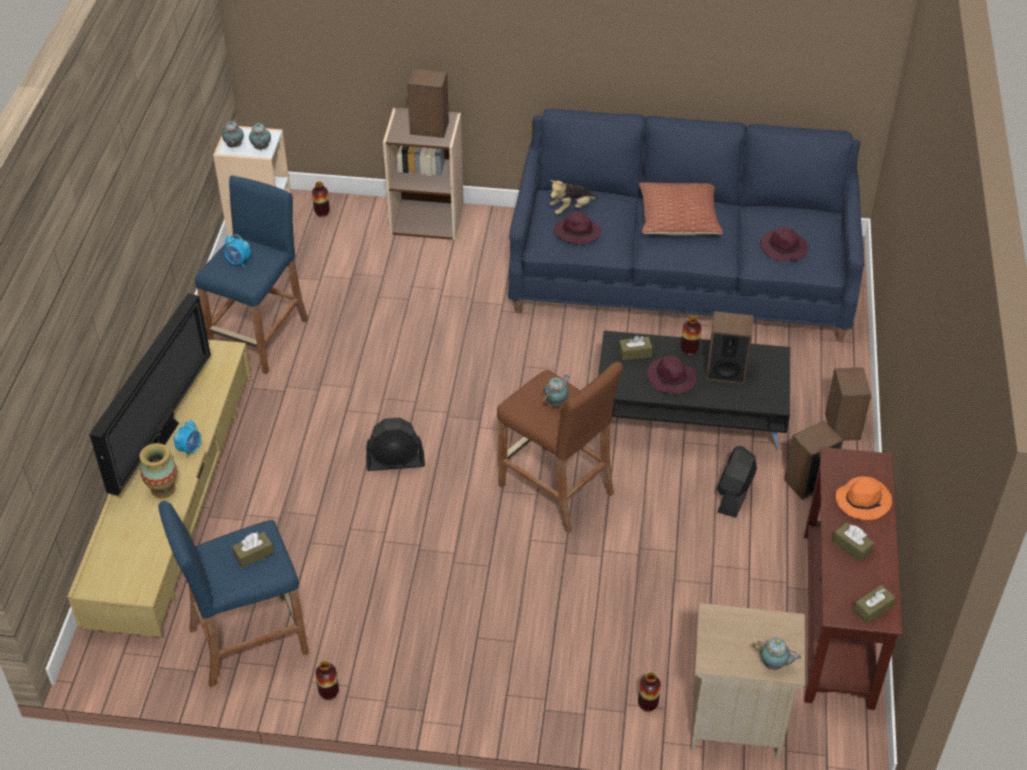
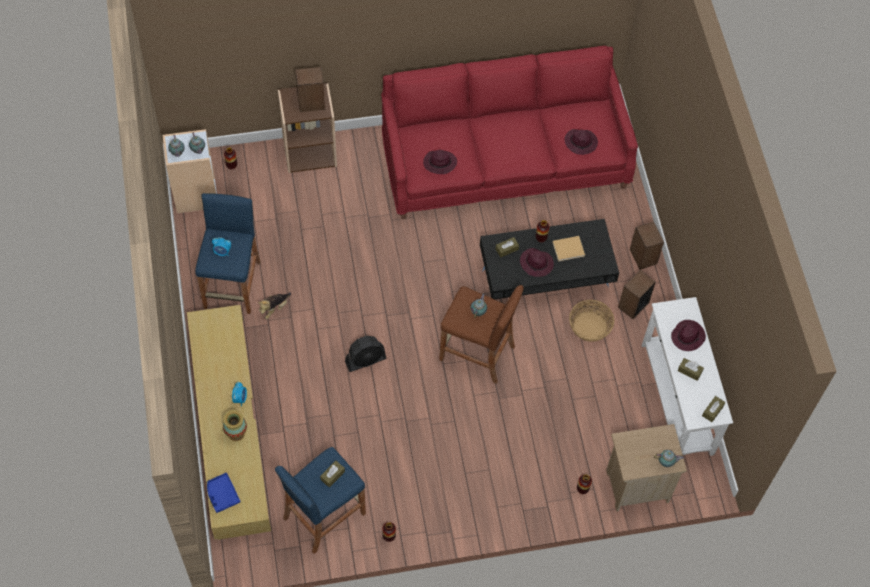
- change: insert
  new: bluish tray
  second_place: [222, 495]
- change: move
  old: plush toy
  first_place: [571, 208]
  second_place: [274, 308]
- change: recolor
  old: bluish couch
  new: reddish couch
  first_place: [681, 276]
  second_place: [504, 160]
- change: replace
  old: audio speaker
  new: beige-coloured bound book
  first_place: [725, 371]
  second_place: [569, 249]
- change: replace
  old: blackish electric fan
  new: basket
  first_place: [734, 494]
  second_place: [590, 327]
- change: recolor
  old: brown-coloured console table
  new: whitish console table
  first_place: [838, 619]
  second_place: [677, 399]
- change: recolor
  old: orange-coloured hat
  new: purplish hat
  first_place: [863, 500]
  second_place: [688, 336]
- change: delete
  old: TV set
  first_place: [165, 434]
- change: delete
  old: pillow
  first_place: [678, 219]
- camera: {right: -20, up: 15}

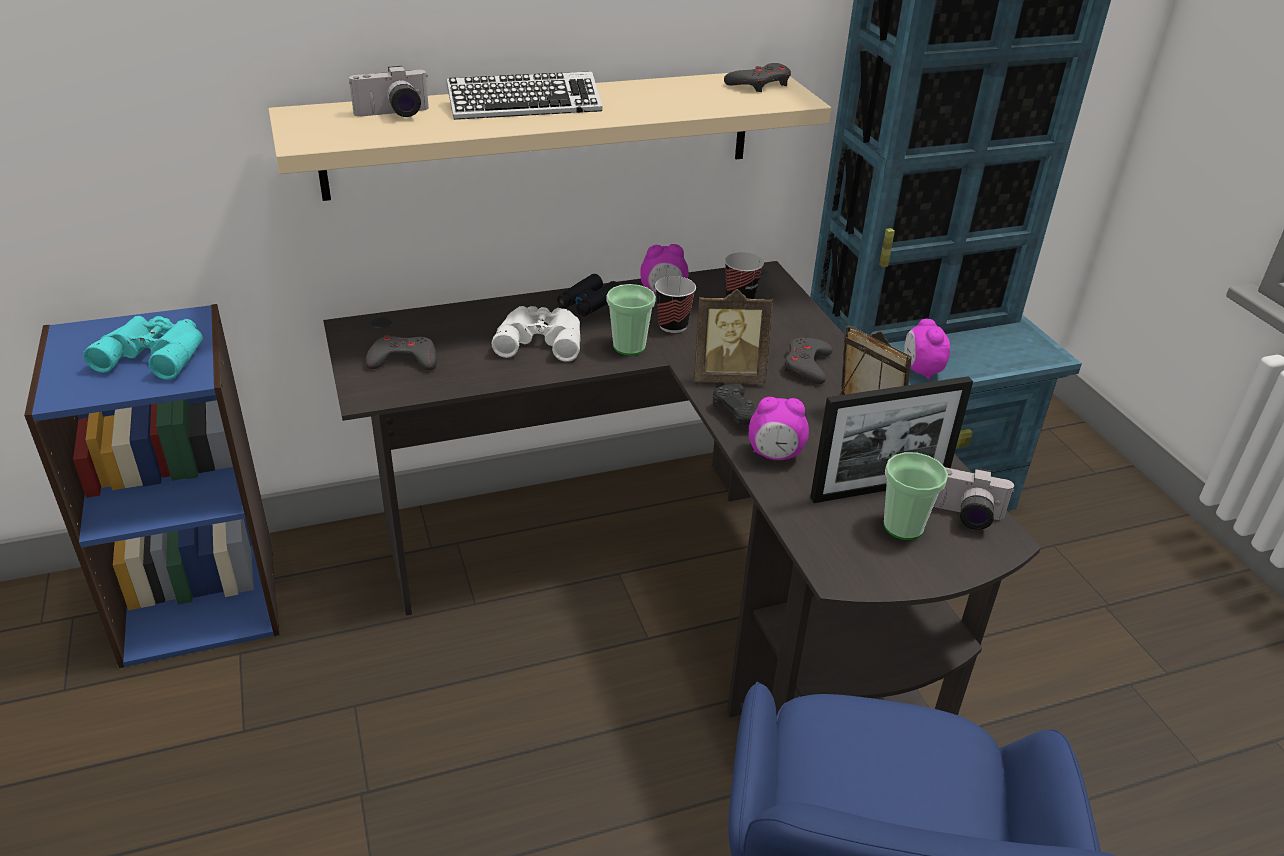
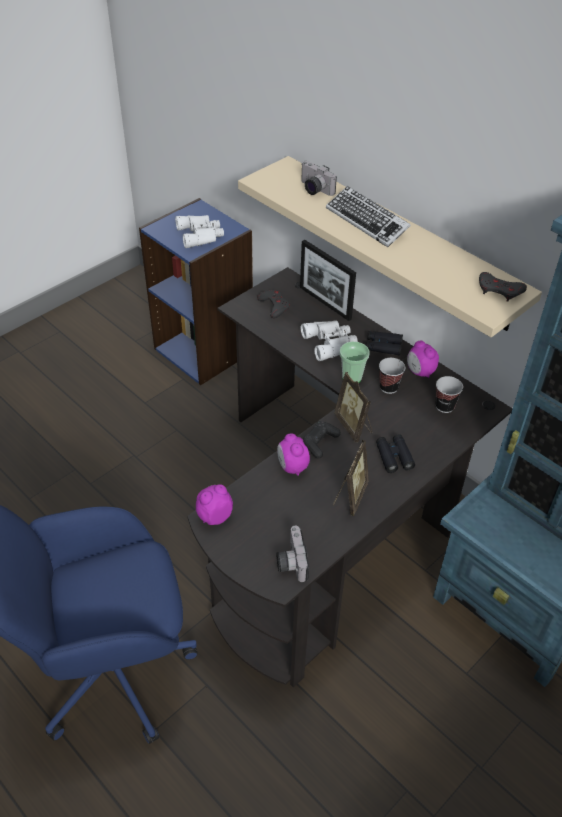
- change: recolor
  old: turquoise-coloured binoculars
  new: whitish binoculars
  first_place: [155, 353]
  second_place: [201, 234]
- change: move
  old: bedside clock
  first_place: [921, 371]
  second_place: [214, 516]
- change: move
  old: picture frame
  first_place: [879, 488]
  second_place: [325, 303]
- change: replace
  old: greyish joypad
  new: blackish binoculars
  first_place: [807, 365]
  second_place: [394, 457]
- change: delete
  old: cup
  first_place: [903, 527]
- camera: {right: 65, up: 10}

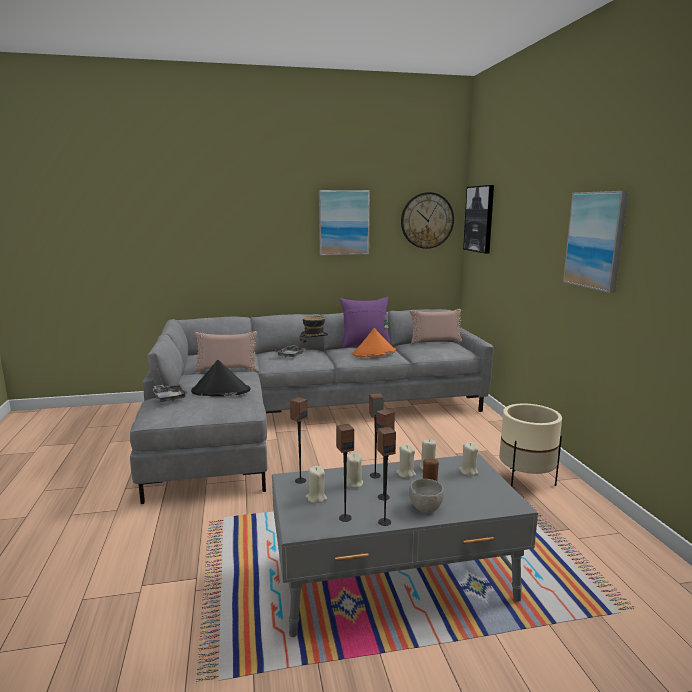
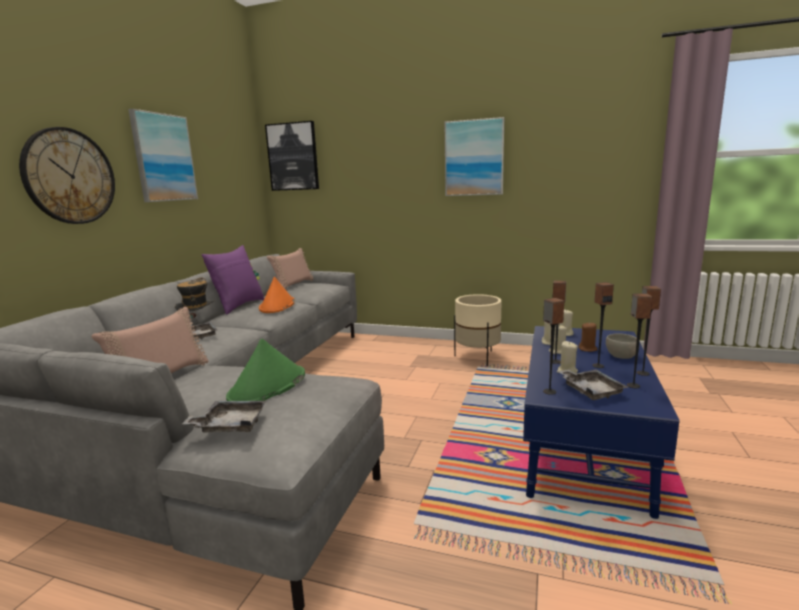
- change: move
  old: hanging clock
  first_place: [427, 220]
  second_place: [69, 176]
- change: recolor
  old: blackish hat
  new: greenish hat
  first_place: [220, 391]
  second_place: [267, 386]
- change: recolor
  old: greyish low table
  new: bluish low table
  first_place: [395, 579]
  second_place: [582, 443]
- change: replace
  old: beige-coloured candle
  new: greyish tray
  first_place: [316, 498]
  second_place: [591, 391]
- camera: {right: -60, up: 0}

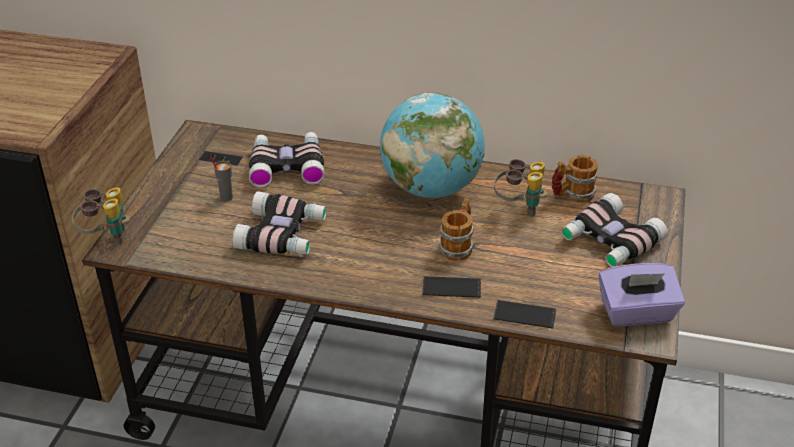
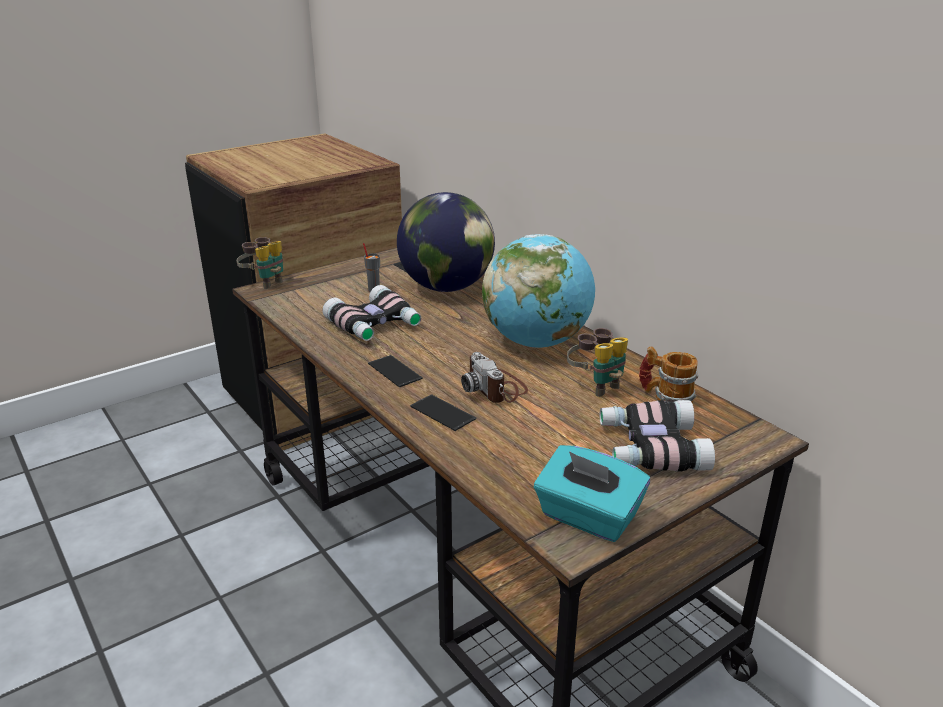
- change: move
  old: telephone
  first_place: [524, 314]
  second_place: [395, 371]
- change: replace
  old: binoculars
  new: world globe
  first_place: [287, 165]
  second_place: [446, 287]
- change: replace
  old: tea mug
  new: still camera
  first_place: [458, 246]
  second_place: [496, 388]
- change: recolor
  old: purplish box of tissues
  new: turquoise-coloured box of tissues
  first_place: [637, 313]
  second_place: [587, 517]
- camera: {right: 40, up: -10}

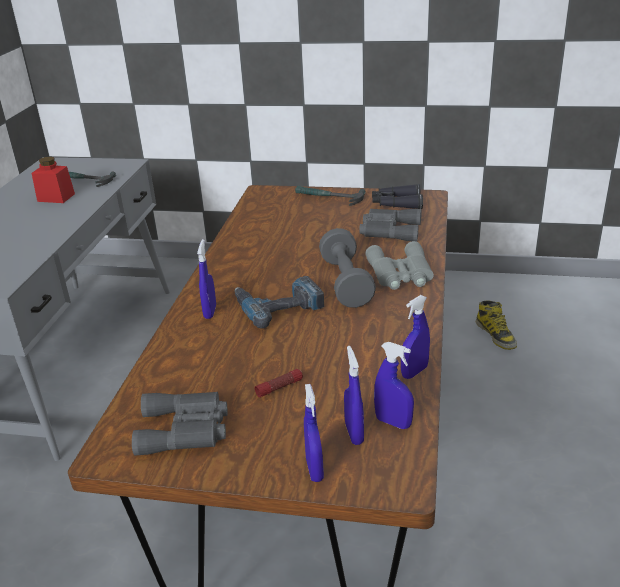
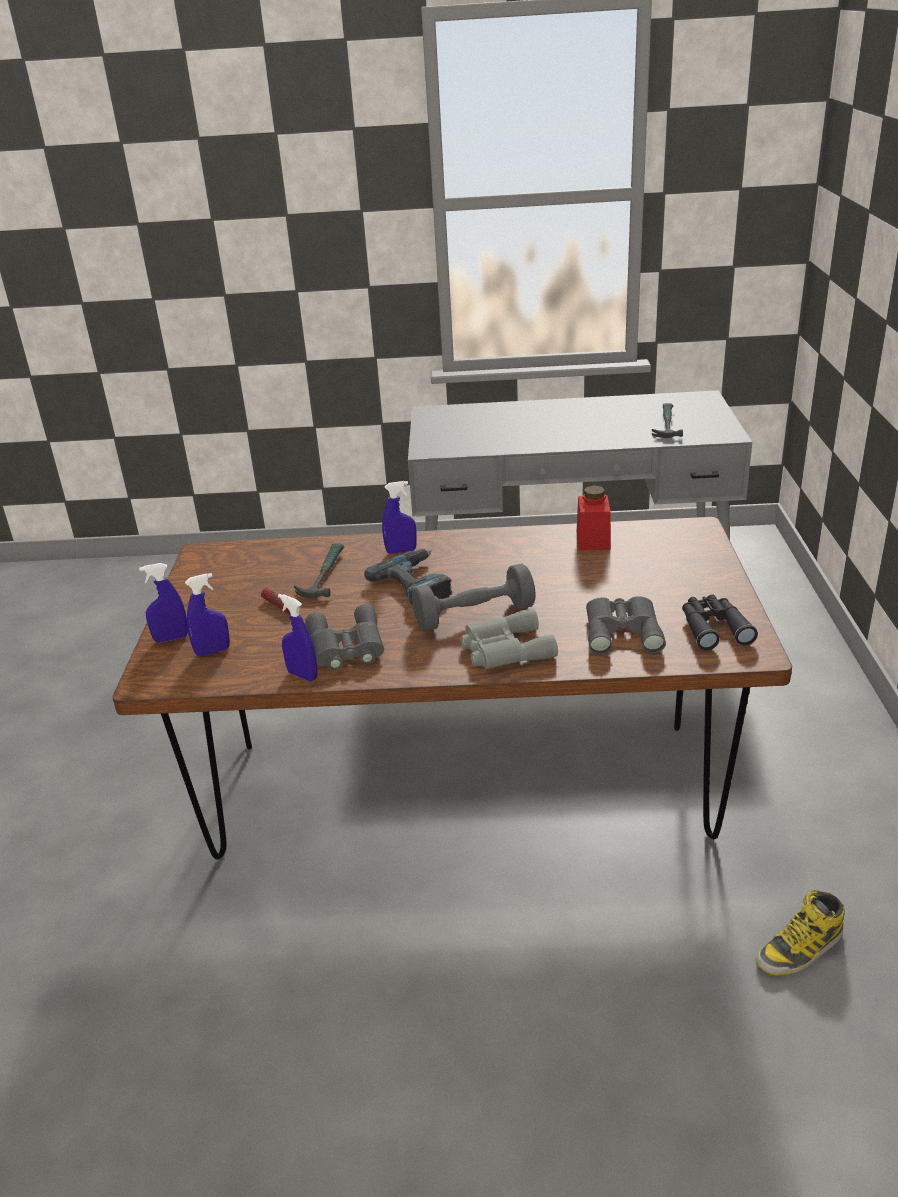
- change: move
  old: hand hammer
  first_place: [328, 198]
  second_place: [323, 575]
- change: move
  old: greyish binoculars
  first_place: [185, 429]
  second_place: [346, 647]
- change: move
  old: reddish preserve jar
  first_place: [56, 197]
  second_place: [593, 540]
- change: delete
  old: bluish hand sprayer
  first_place: [393, 422]
- camera: {right: 80, up: 0}

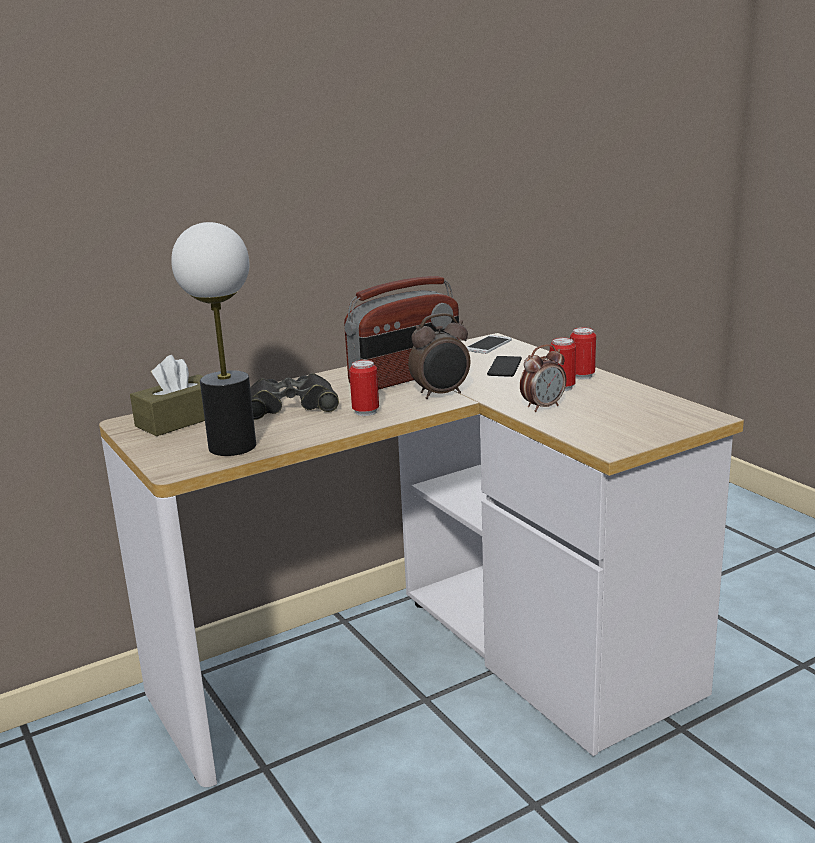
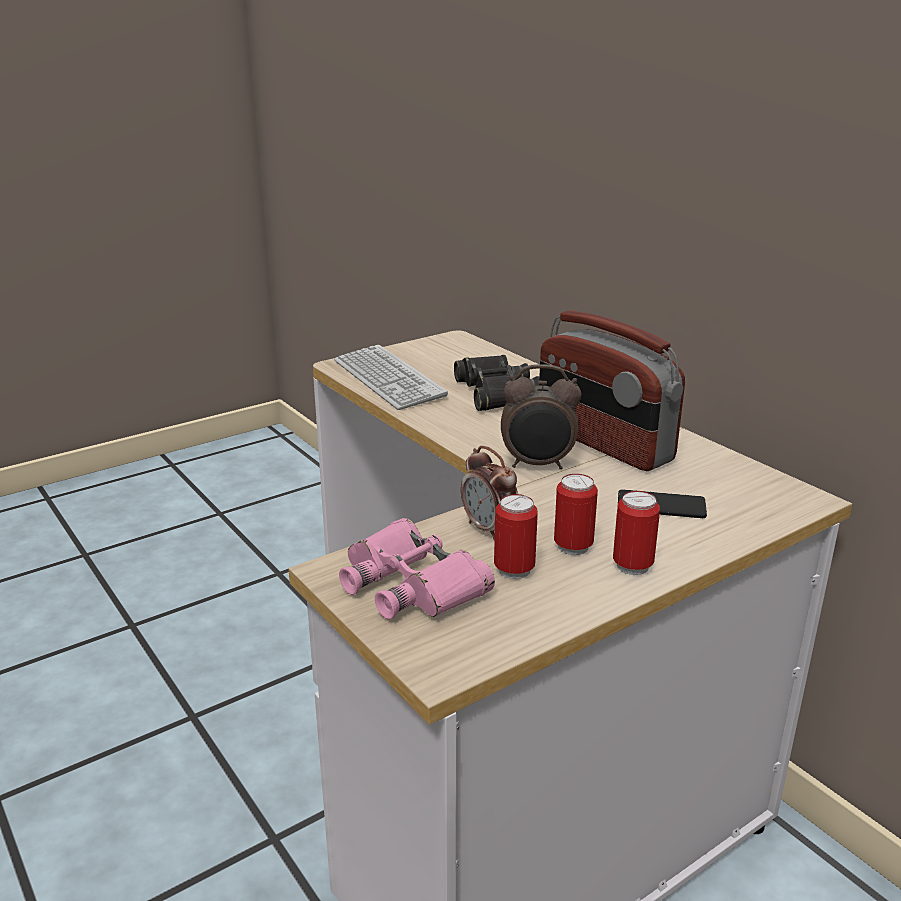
- change: replace
  old: table lamp
  new: PC keyboard
  first_place: [233, 446]
  second_place: [388, 379]
- change: insert
  new: pinkish binoculars
  second_place: [411, 584]
- change: move
  old: metal can
  first_place: [365, 412]
  second_place: [514, 570]
- change: rotate
  old: bedside clock
  first_place: [441, 394]
  second_place: [538, 465]
  degrees: -60
- change: delete
  old: brown-coloured box of tissues
  first_place: [180, 420]
- change: delete
  old: telephone
  first_place: [488, 345]
- camera: {right: 85, up: 5}

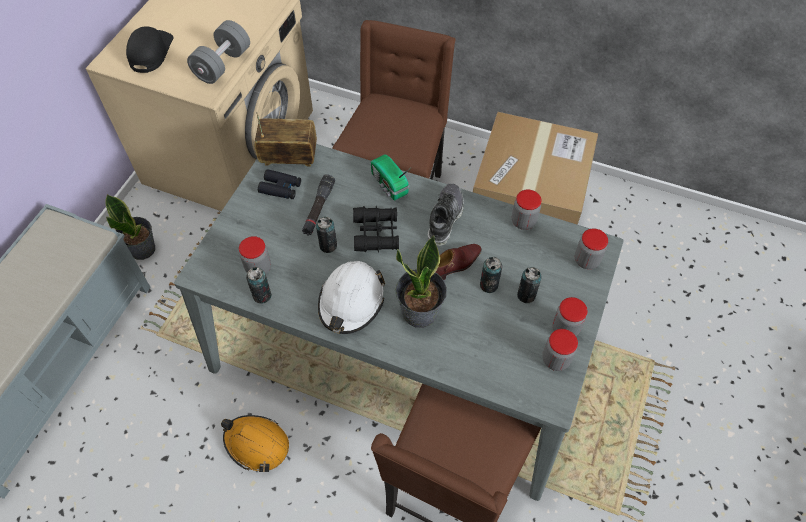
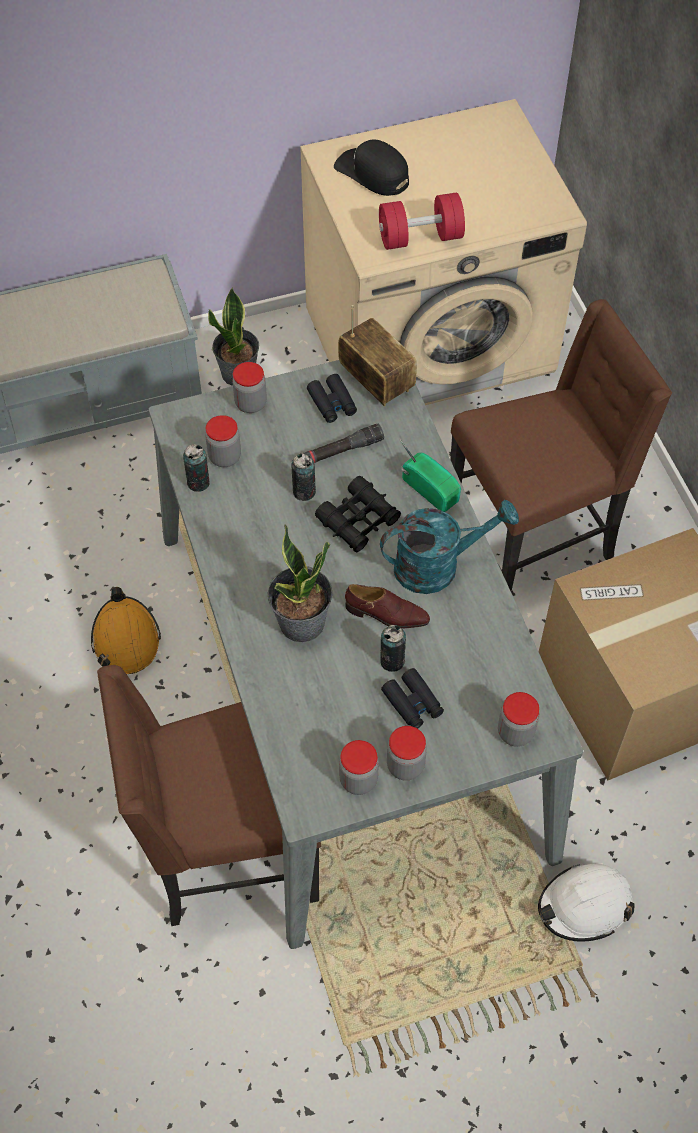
- change: move
  old: preserve jar
  first_place: [523, 221]
  second_place: [251, 403]
- change: rotate
  old: blackish baseball cap
  first_place: [150, 52]
  second_place: [372, 173]
  degrees: -105
- change: recolor
  old: greyish free weight
  new: reddish free weight
  first_place: [222, 65]
  second_place: [420, 237]
- change: replace
  old: shoe
  new: turquoise-coloured watering pot
  first_place: [444, 218]
  second_place: [438, 565]
- change: replace
  old: metal can
  new: blackish binoculars
  first_place: [526, 295]
  second_place: [412, 703]
- change: rotate
  old: radio
  first_place: [389, 185]
  second_place: [430, 488]
  degrees: 120
- change: move
  old: whitish hard hat
  first_place: [351, 302]
  second_place: [584, 905]
- camera: {right: 50, up: 0}

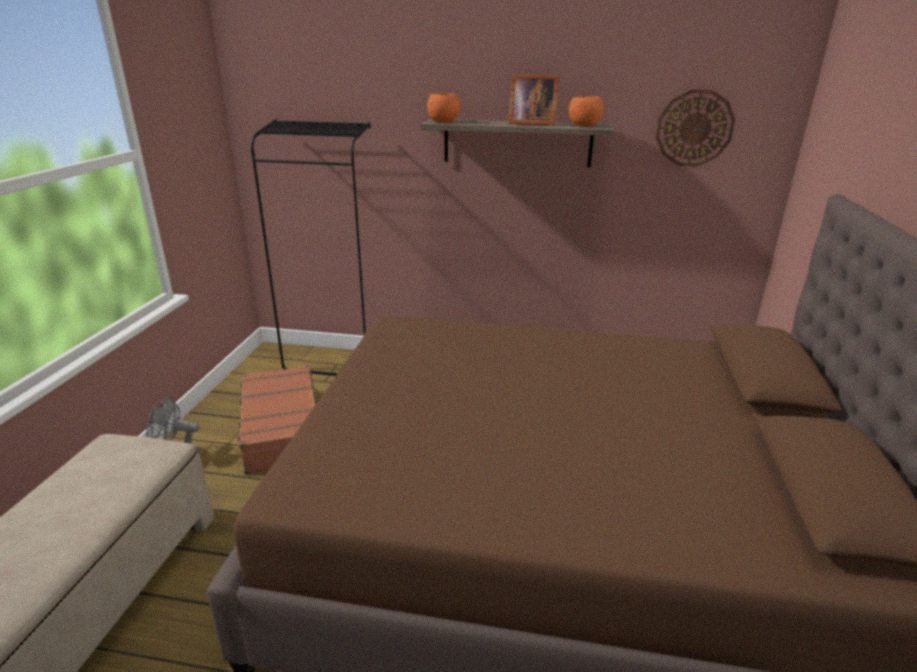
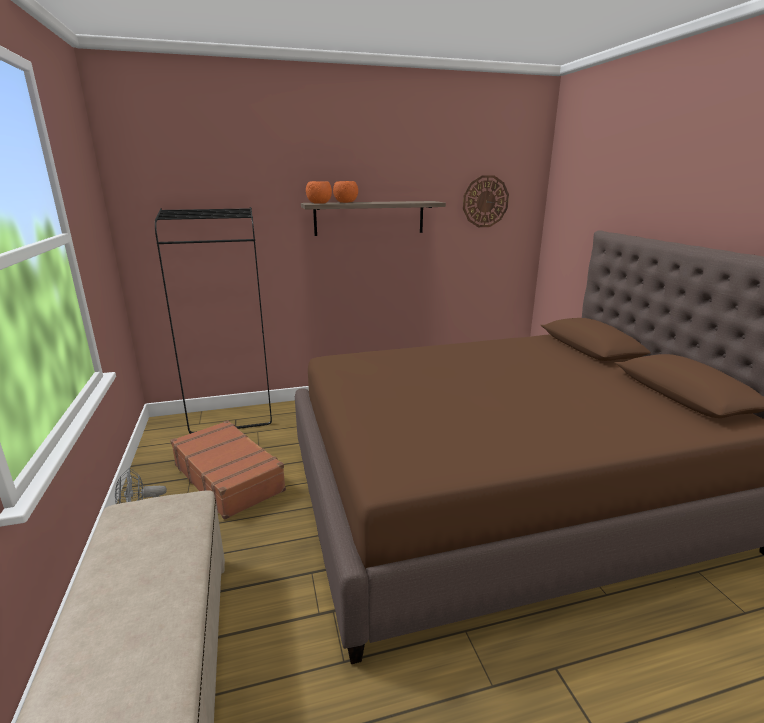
- change: move
  old: orange-coloured bowl
  first_place: [584, 125]
  second_place: [346, 202]
- change: delete
  old: picture frame
  first_place: [530, 123]
- camera: {right: -25, up: -5}

